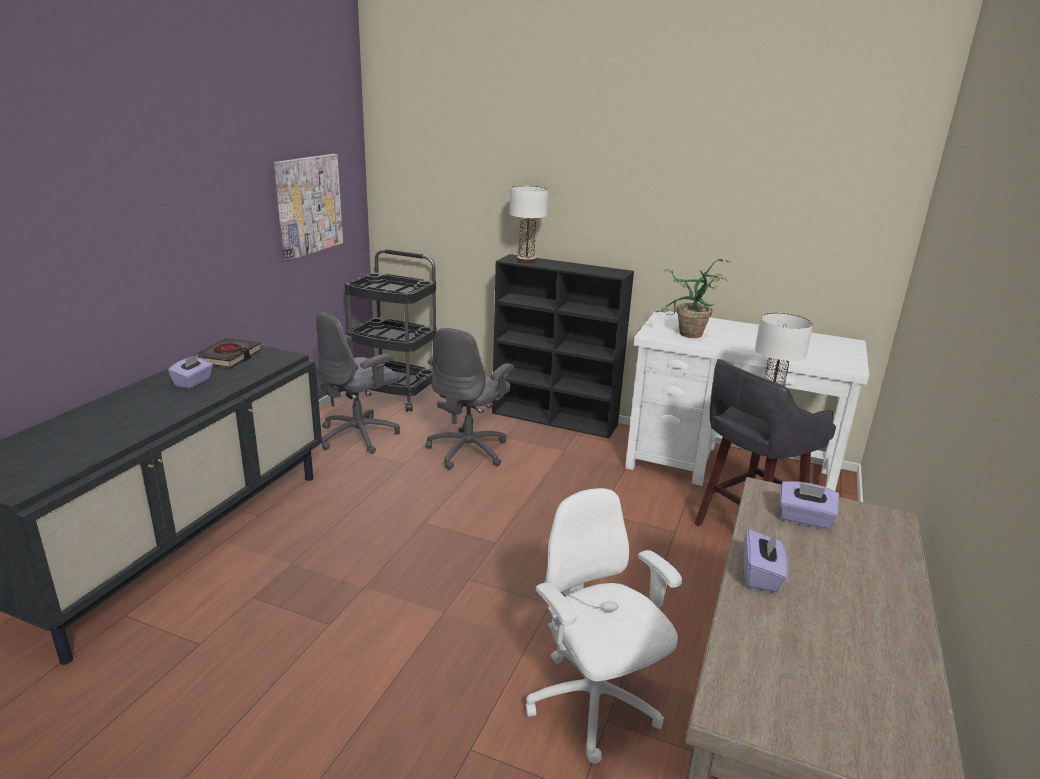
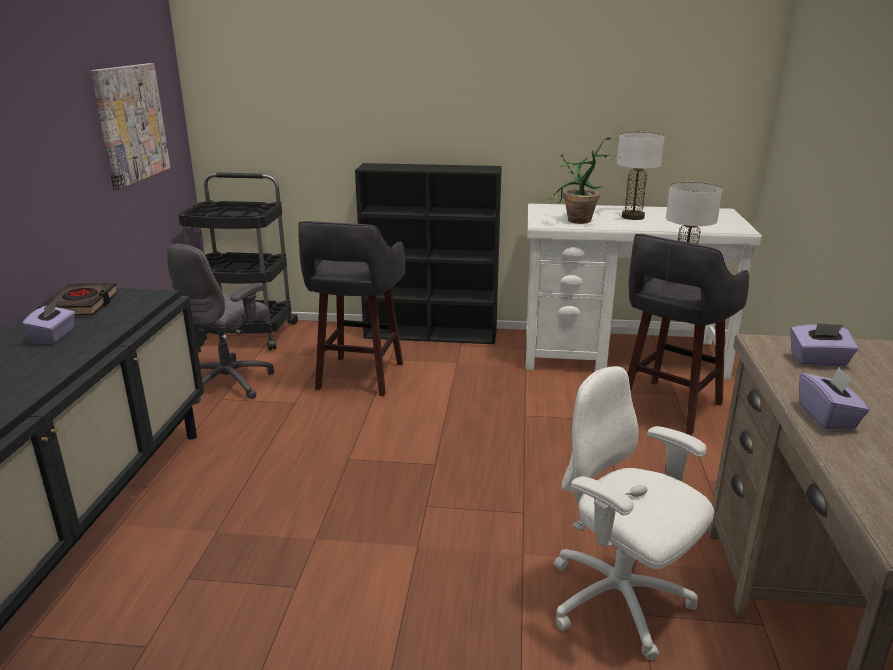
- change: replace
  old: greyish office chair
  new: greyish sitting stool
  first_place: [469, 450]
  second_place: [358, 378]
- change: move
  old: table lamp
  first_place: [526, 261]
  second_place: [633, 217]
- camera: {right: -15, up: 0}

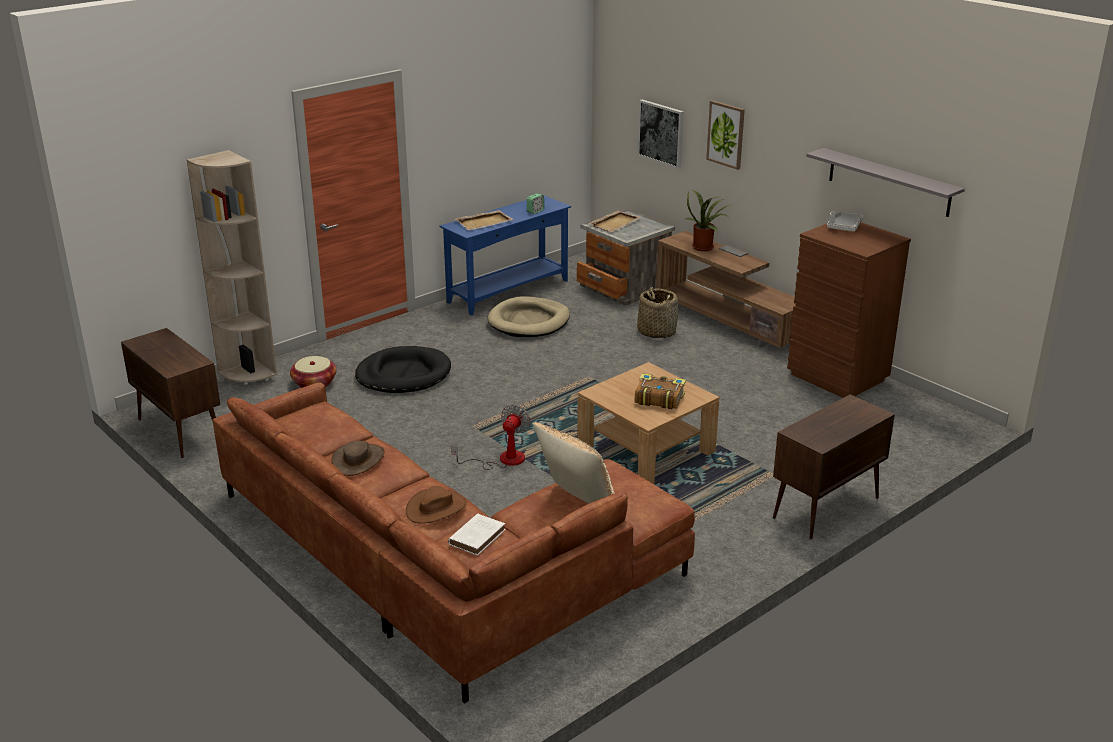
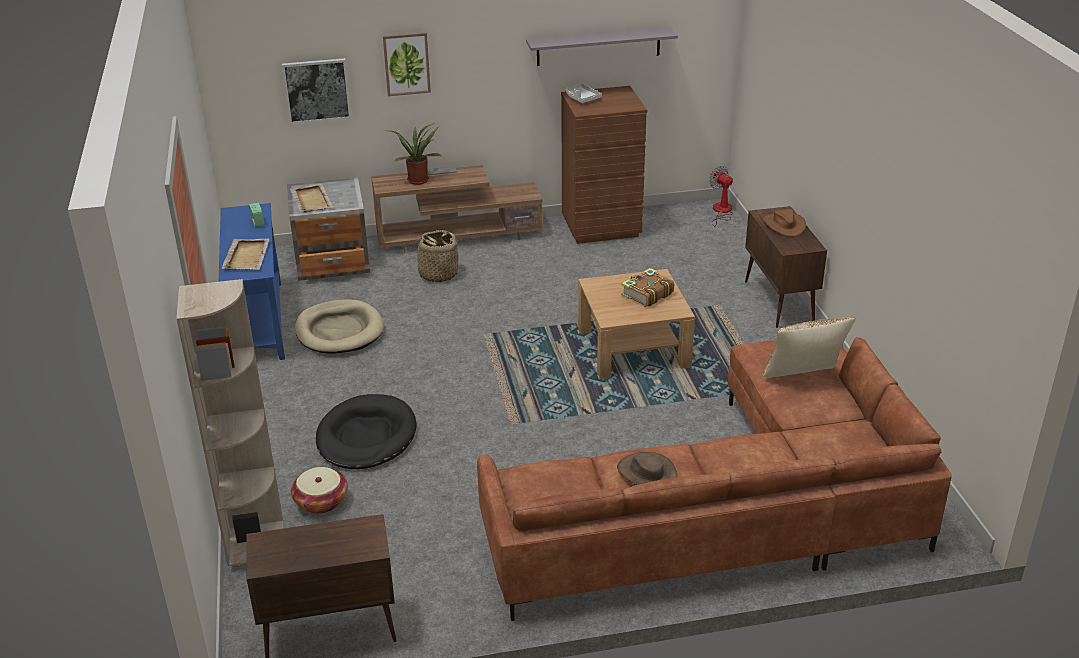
- change: move
  old: electric fan
  first_place: [502, 460]
  second_place: [721, 212]
- change: move
  old: brown-coloured hat
  first_place: [436, 508]
  second_place: [784, 225]
- change: delete
  old: whitish bound book
  first_place: [478, 536]
- camera: {right: -60, up: 5}

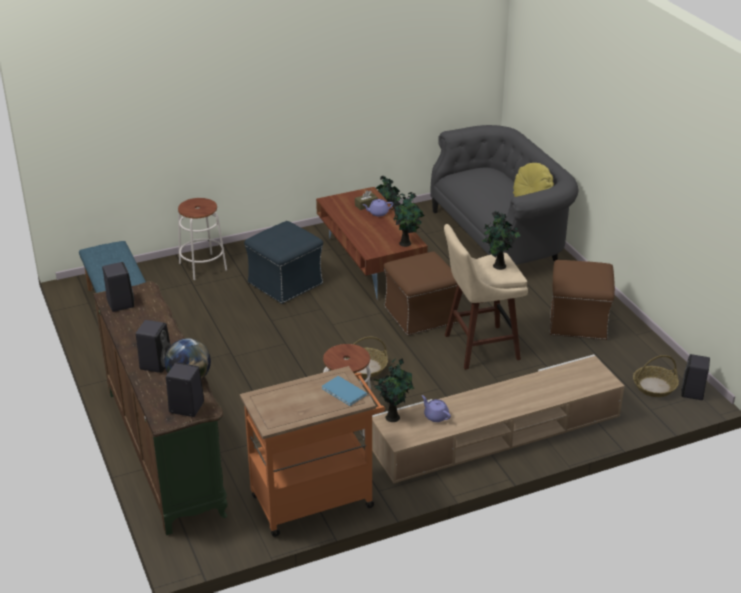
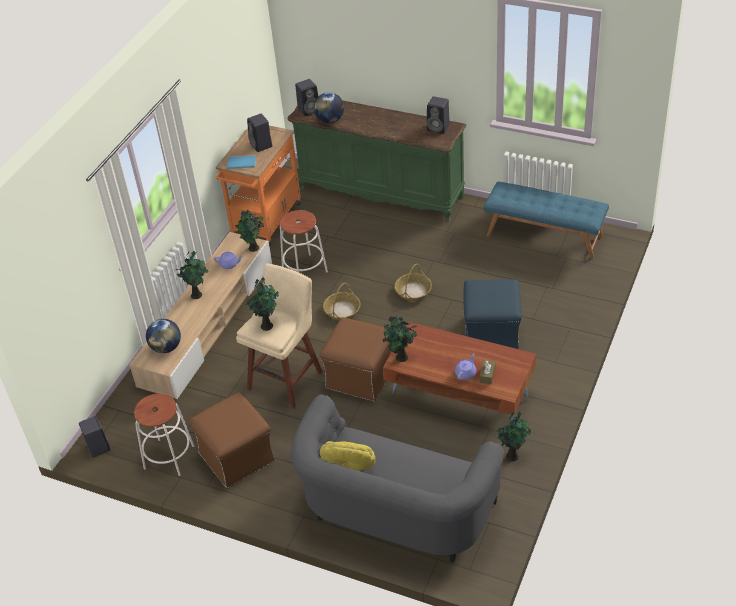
- change: move
  old: whitish sitting stool
  first_place: [203, 266]
  second_place: [169, 457]
- change: insert
  new: world globe
  second_place: [166, 348]
- change: insert
  new: plant in a pot
  second_place: [197, 294]
- change: move
  old: blackish audio speaker
  first_place: [156, 363]
  second_place: [261, 145]
- change: move
  old: basket
  first_place: [654, 387]
  second_place: [413, 291]
- camera: {right: 140, up: 10}

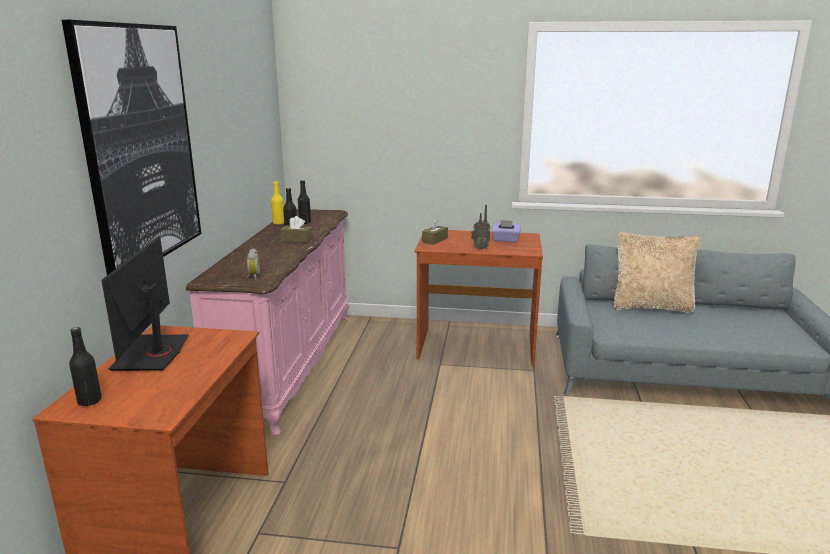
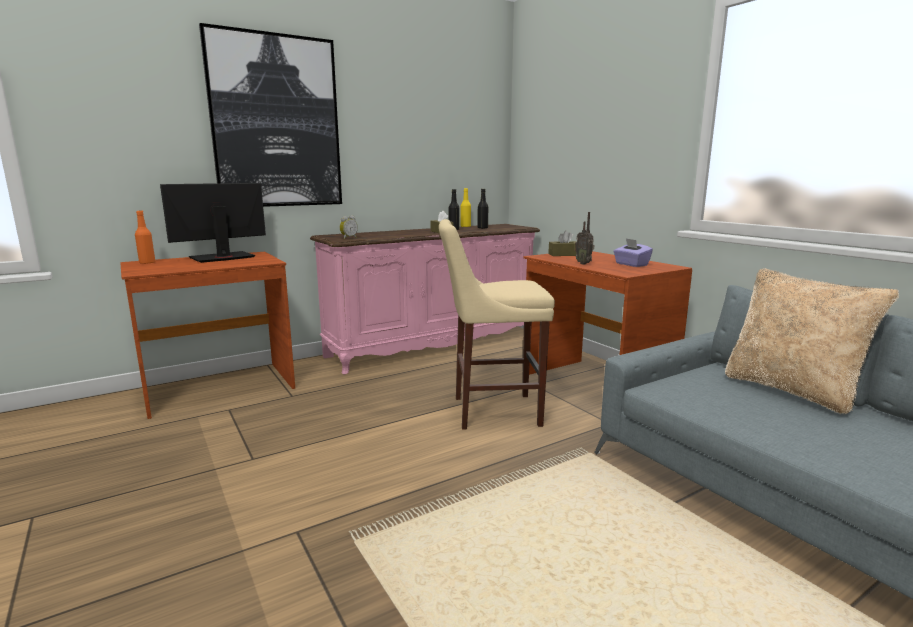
- change: recolor
  old: blackish bottle
  new: orange-coloured bottle
  first_place: [89, 401]
  second_place: [147, 263]
- change: insert
  new: beige-coloured sitting stool
  second_place: [491, 411]
- camera: {right: 50, up: -5}

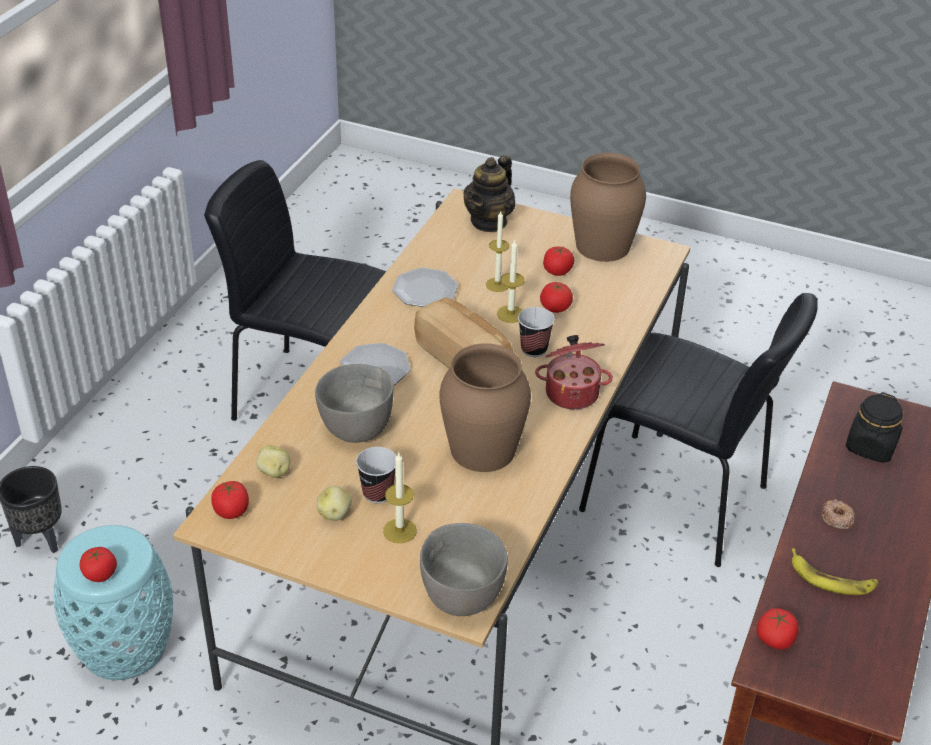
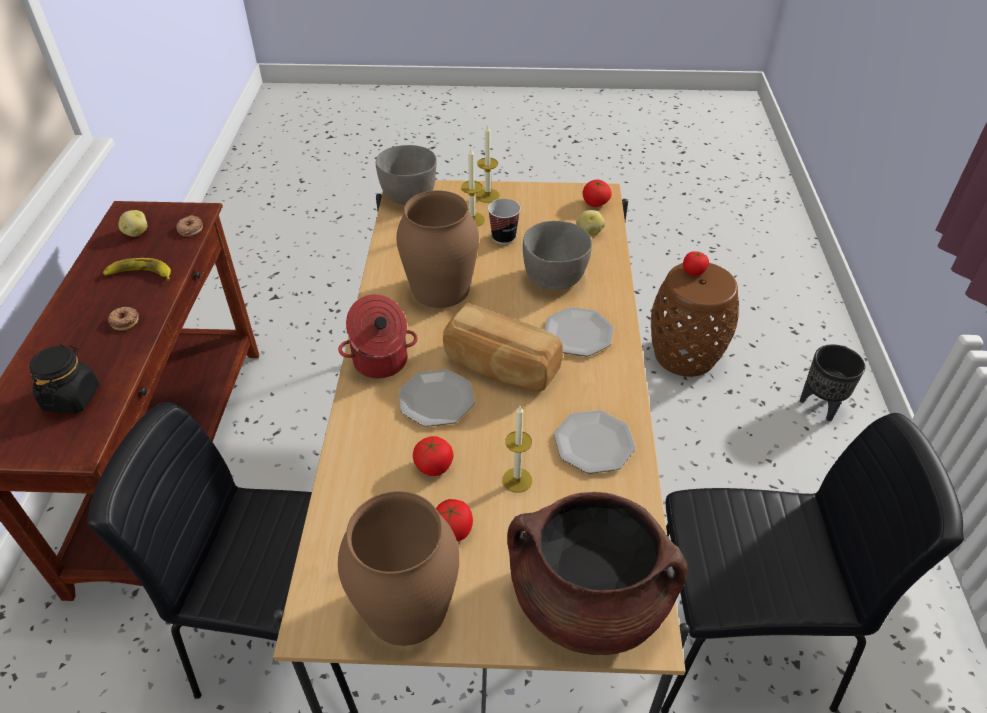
- change: move
  old: spud
  first_place: [335, 514]
  second_place: [136, 233]
- change: replace
  old: fresh tomato
  new: ring doughnut
  first_place: [775, 639]
  second_place: [190, 228]
- change: replace
  old: cup
  new: flat dish
  first_place: [534, 349]
  second_place: [436, 400]
- change: move
  old: candle
  first_place: [510, 314]
  second_place: [487, 195]
- change: replace
  old: teapot
  new: brown-coloured stockpot
  first_place: [489, 221]
  second_place: [587, 602]
- change: recolor
  old: turquoise-coloured sitting stool
  new: brown-coloured sitting stool
  first_place: [124, 646]
  second_place: [685, 355]
- camera: {right: 160, up: 5}

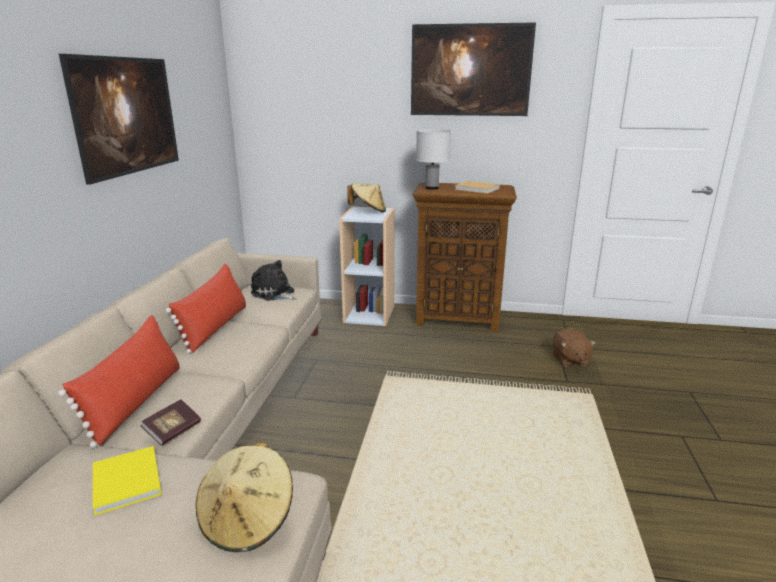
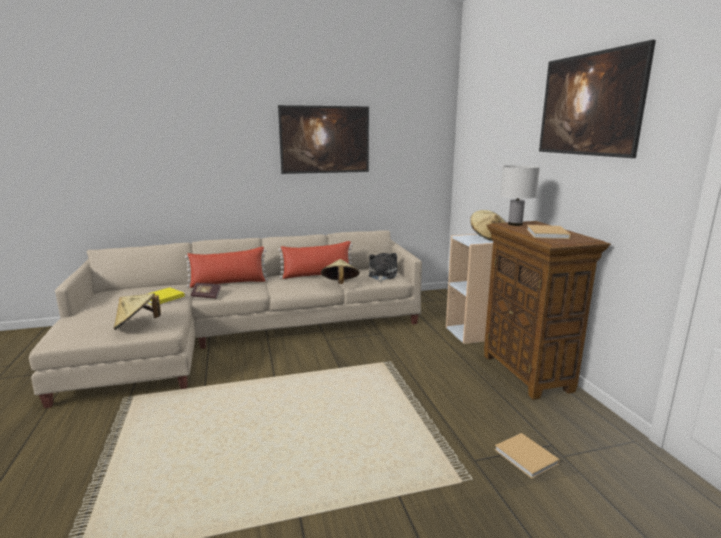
- change: insert
  new: beige-coloured hat
  second_place: [340, 284]
- change: replace
  old: brown-coloured plush toy
  new: beige-coloured bound book
  first_place: [569, 360]
  second_place: [527, 457]
- camera: {right: 65, up: -5}

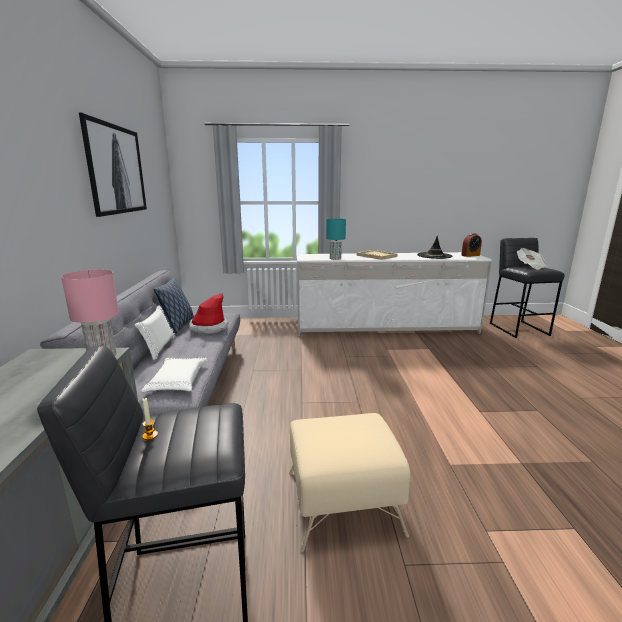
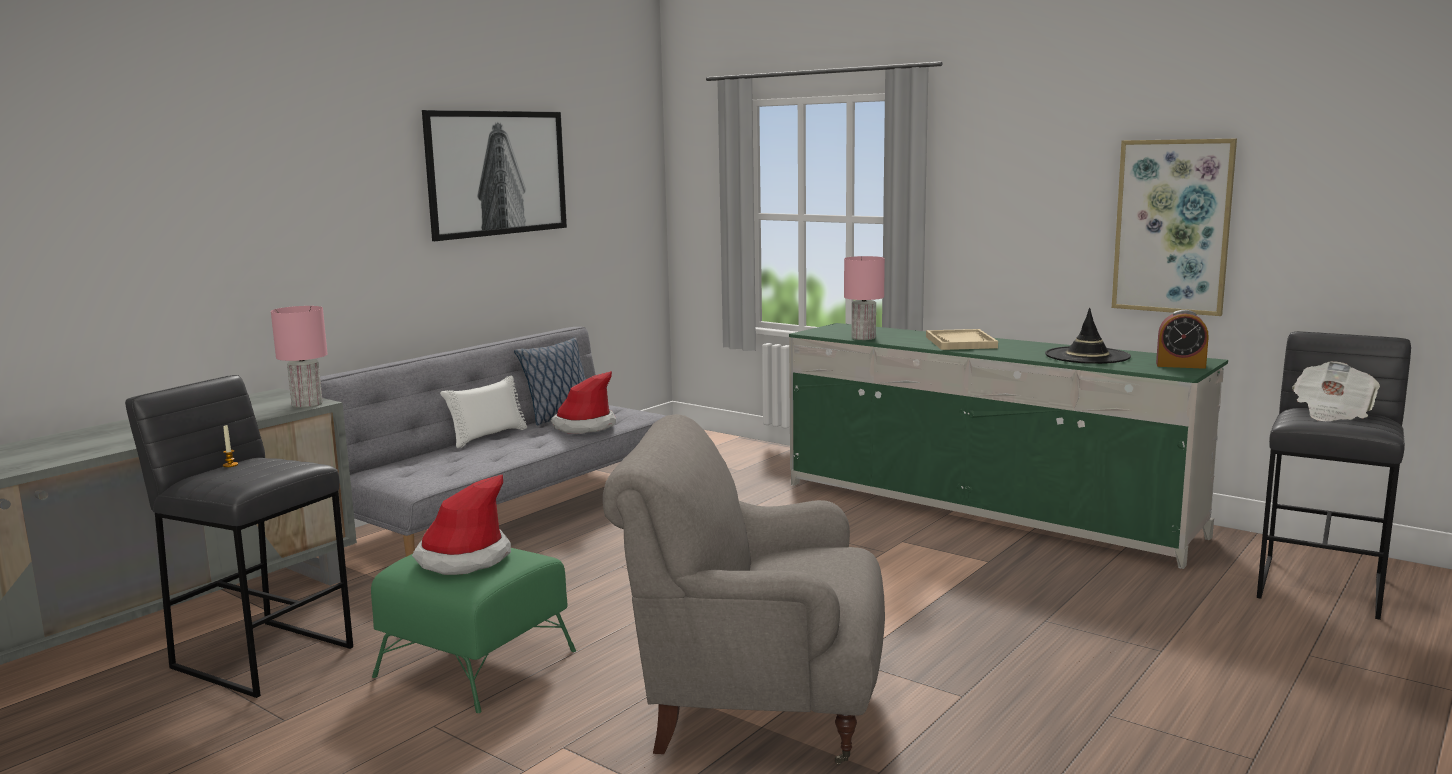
- change: recolor
  old: beige-coloured footrest
  new: greenish footrest
  first_place: [344, 501]
  second_place: [476, 664]
- change: insert
  new: hat
  second_place: [463, 558]
- change: insert
  new: greyish easy chair
  second_place: [756, 706]
- change: recolor
  old: whitish cupboard
  new: greenish cupboard
  first_place: [385, 327]
  second_place: [983, 509]
- change: recolor
  old: turquoise-coloured table lamp
  new: pinkish table lamp
  first_place: [335, 258]
  second_place: [864, 338]
- change: insert
  new: wall art
  second_place: [1172, 226]
- change: delete
  old: whitish pillow
  first_place: [177, 379]
- camera: {right: 40, up: -5}

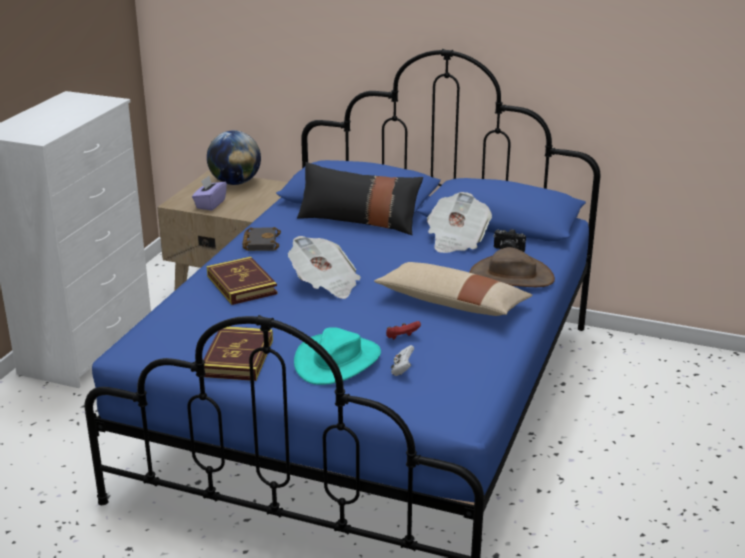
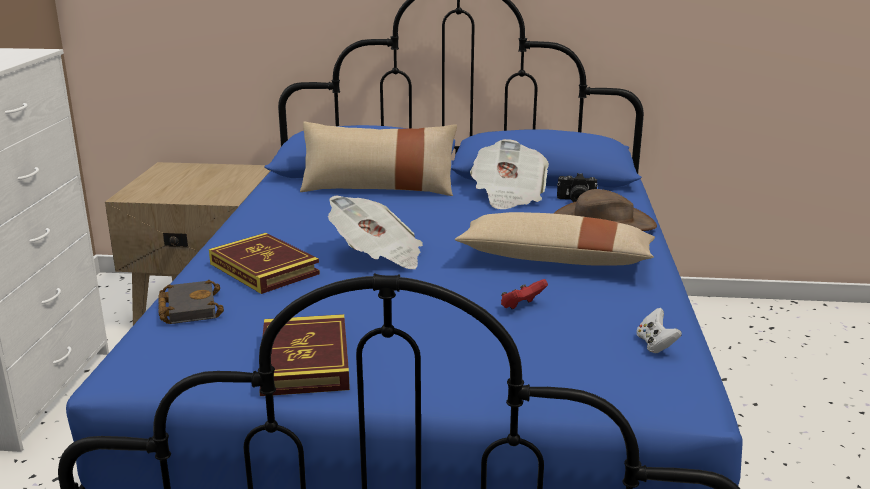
- change: move
  old: blackish bound book
  first_place: [260, 242]
  second_place: [188, 307]
- change: recolor
  old: blackish pillow
  new: beige-coloured pillow
  first_place: [358, 221]
  second_place: [378, 188]
- change: move
  old: whitish joypad
  first_place: [402, 370]
  second_place: [655, 345]
- change: delete
  old: purplish box of tissues
  first_place: [210, 204]
- change: delete
  old: world globe
  first_place: [235, 183]
- change: delete
  old: turquoise-coloured hat
  first_place: [337, 360]
- camera: {right: -15, up: -5}

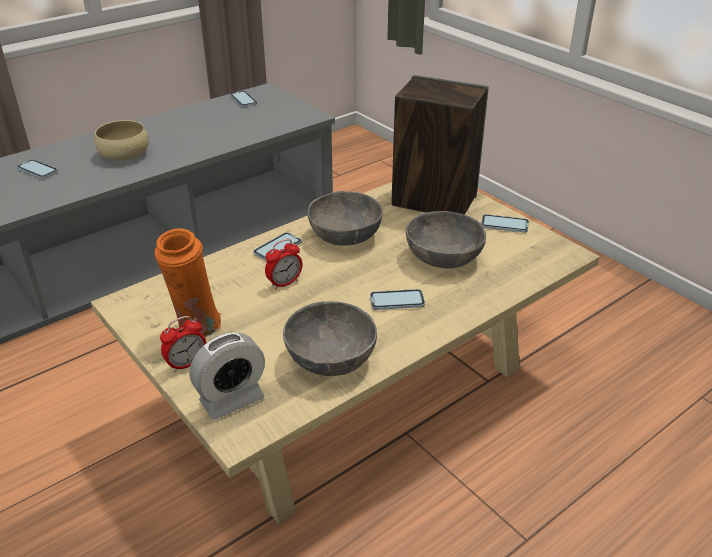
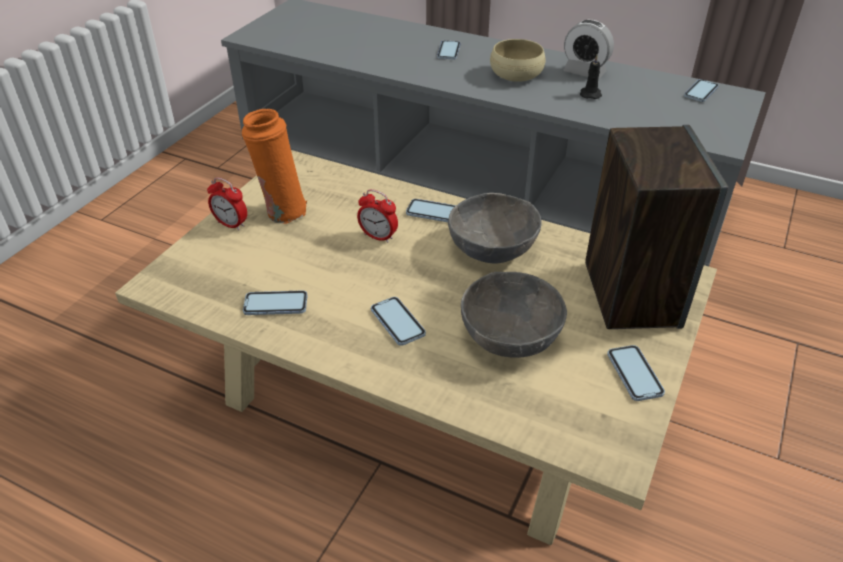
- change: replace
  old: greyish bowl
  new: telephone
  first_place: [330, 359]
  second_place: [275, 304]
- change: move
  old: bedside clock
  first_place: [232, 399]
  second_place: [584, 72]
- change: insert
  new: blackish candle
  second_place: [590, 94]
- camera: {right: 65, up: 5}

